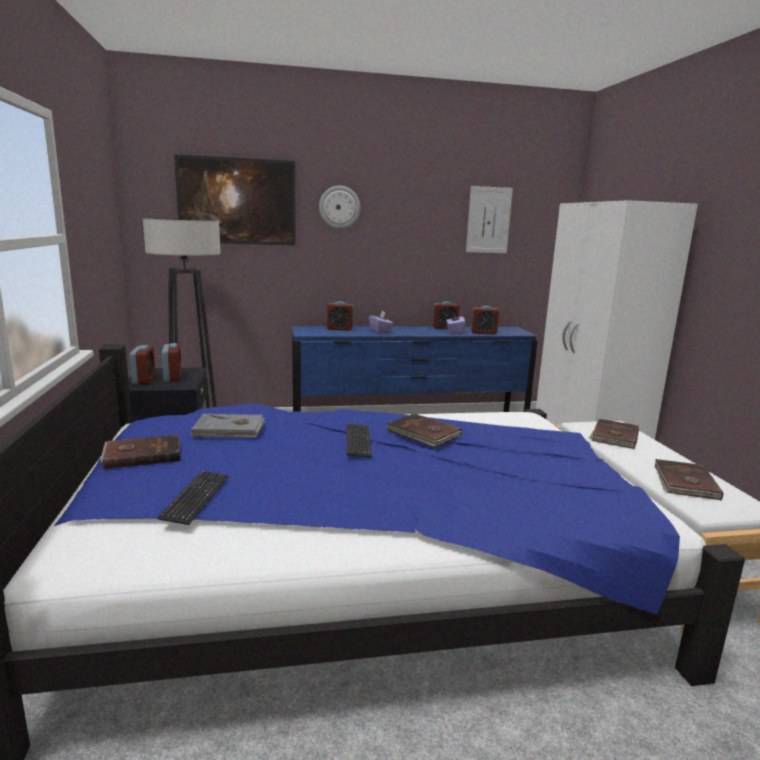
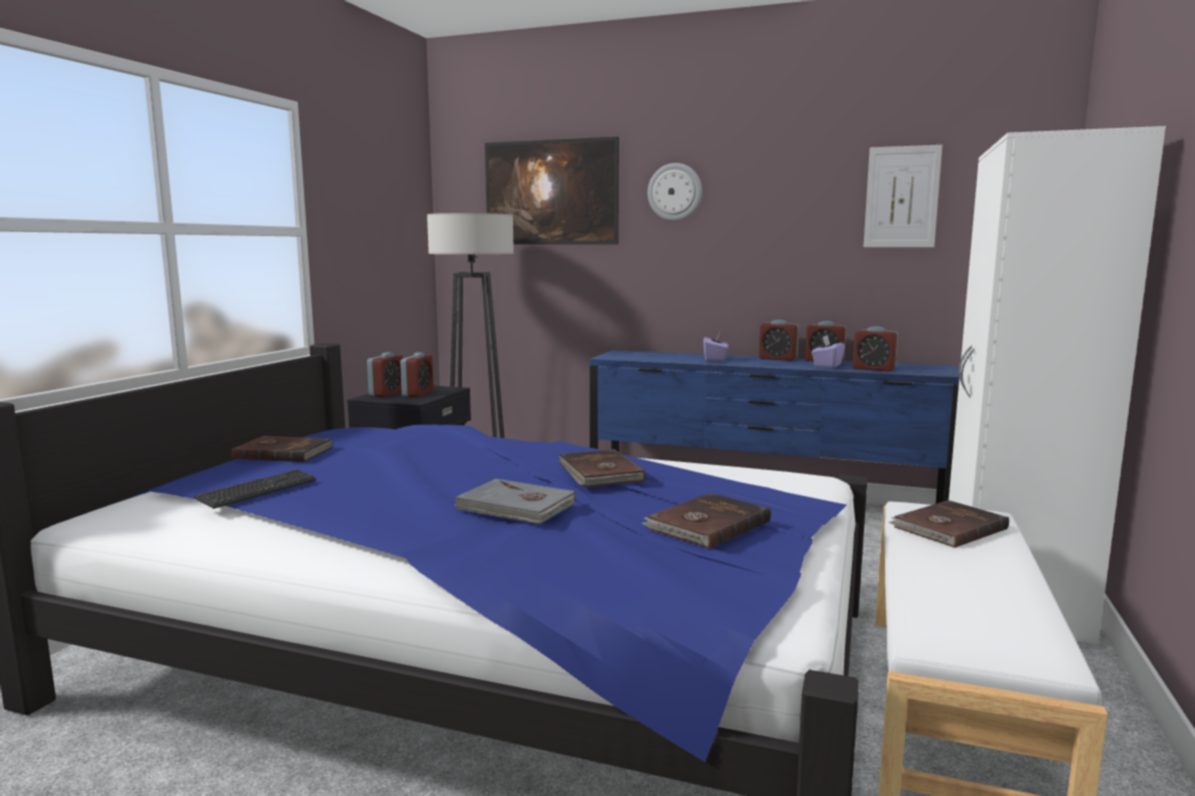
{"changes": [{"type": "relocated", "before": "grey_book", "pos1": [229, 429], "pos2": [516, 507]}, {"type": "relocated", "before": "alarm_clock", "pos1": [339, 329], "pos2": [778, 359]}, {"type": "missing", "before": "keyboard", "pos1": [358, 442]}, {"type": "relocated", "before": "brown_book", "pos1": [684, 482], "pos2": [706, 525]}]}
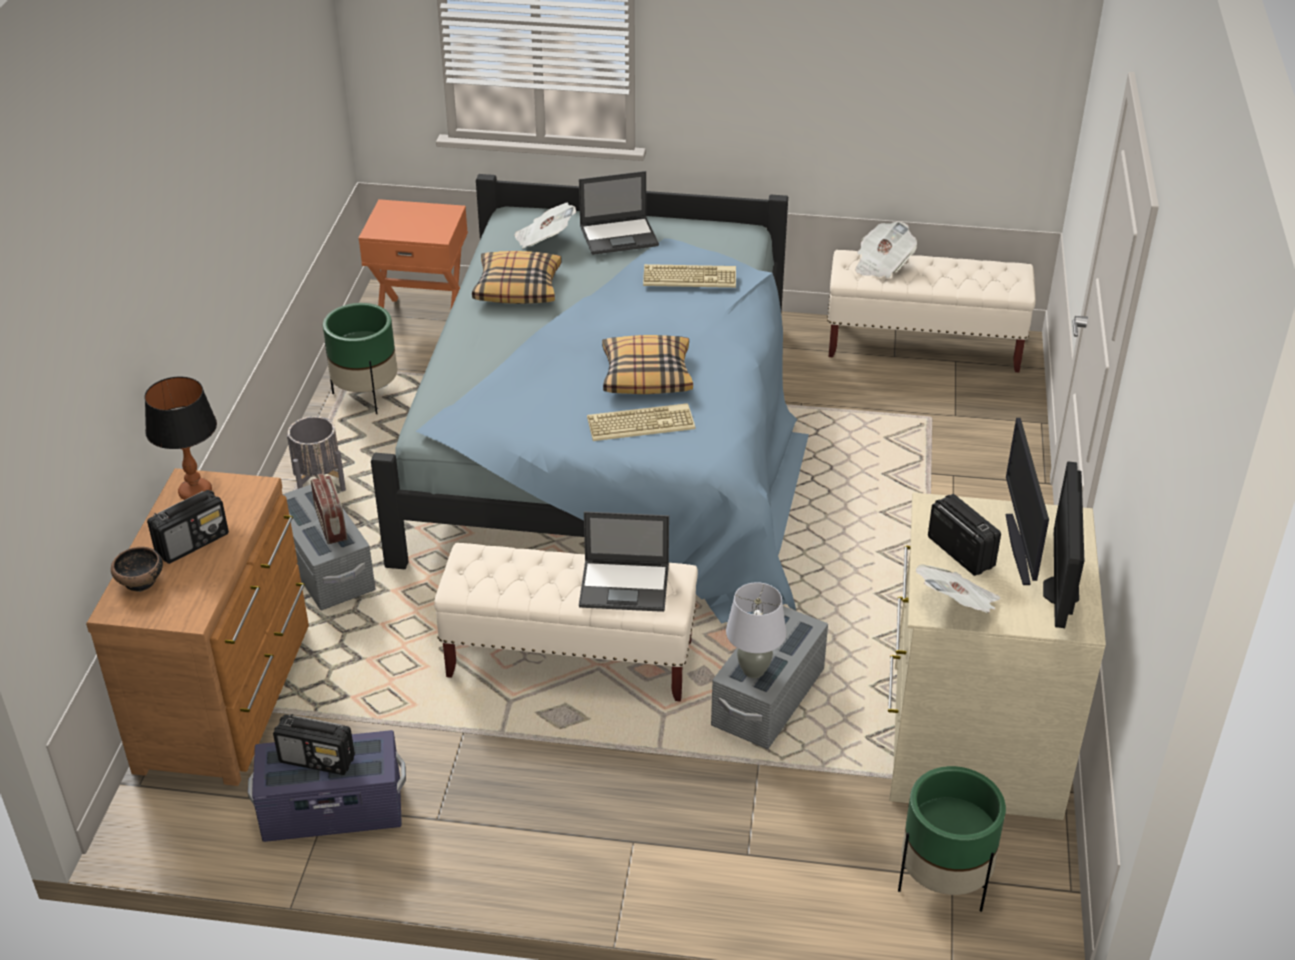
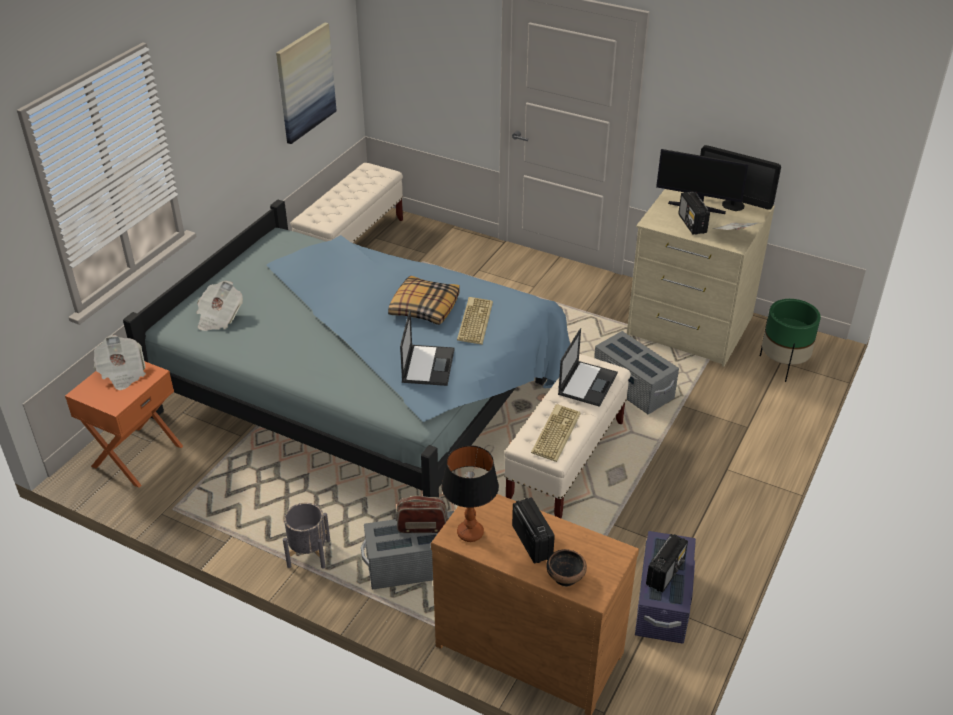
{"changes": [{"type": "missing", "before": "green_planter", "pos1": [366, 396]}, {"type": "missing", "before": "pillow", "pos1": [518, 287]}, {"type": "relocated", "before": "laptop", "pos1": [620, 236], "pos2": [428, 365]}, {"type": "relocated", "before": "keyboard", "pos1": [690, 277], "pos2": [555, 432]}, {"type": "missing", "before": "grey_table_lamp", "pos1": [754, 671]}, {"type": "relocated", "before": "newspaper", "pos1": [882, 264], "pos2": [122, 373]}, {"type": "spun", "before": "radio", "pos1": [960, 551], "pos2": [692, 224], "turn": -90}, {"type": "appeared", "after": "picture", "pos2": [305, 82]}]}
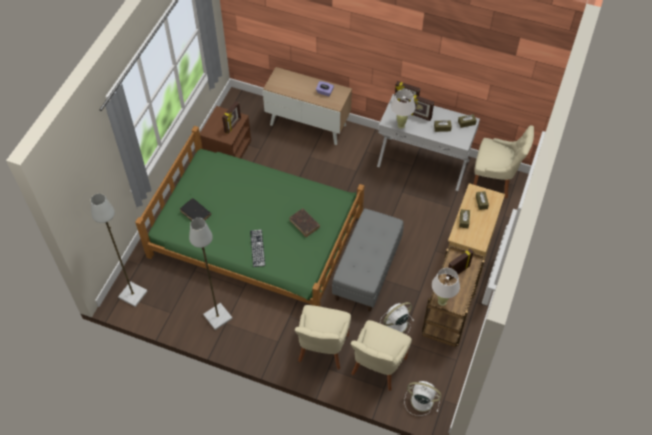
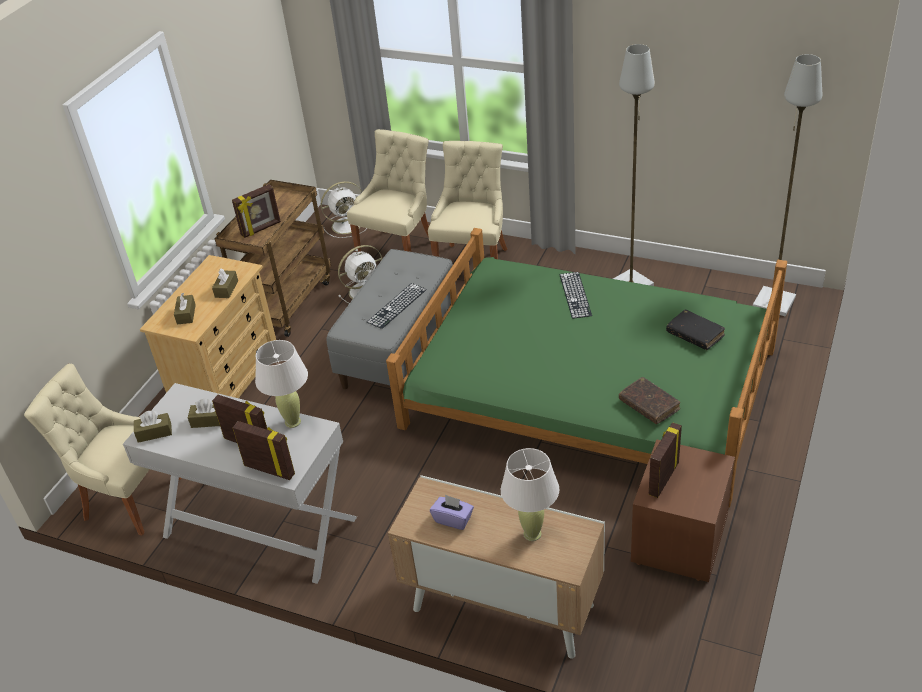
{"changes": [{"type": "relocated", "before": "brown_book", "pos1": [304, 224], "pos2": [649, 405]}, {"type": "spun", "before": "white_fan", "pos1": [421, 400], "pos2": [347, 225], "turn": -45}, {"type": "relocated", "before": "white_table_lamp", "pos1": [442, 302], "pos2": [532, 533]}, {"type": "appeared", "after": "keyboard", "pos2": [397, 306]}]}
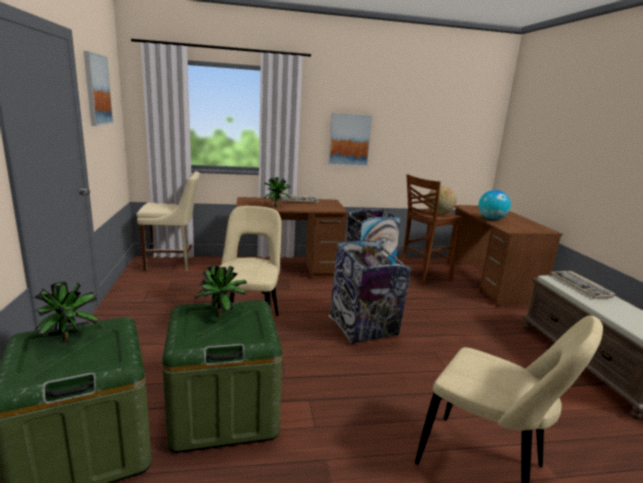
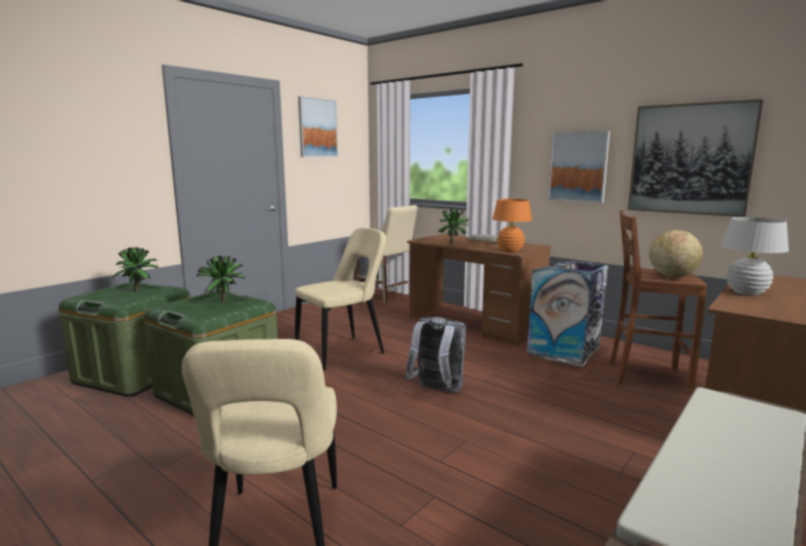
{"changes": [{"type": "exchanged", "before": "trash_can", "after": "grey_backpack", "pos1": [363, 328], "pos2": [437, 391]}, {"type": "exchanged", "before": "globe", "after": "white_table_lamp", "pos1": [491, 219], "pos2": [746, 293]}, {"type": "missing", "before": "keyboard", "pos1": [581, 286]}, {"type": "appeared", "after": "orange_table_lamp", "pos2": [510, 251]}, {"type": "appeared", "after": "picture", "pos2": [690, 159]}]}
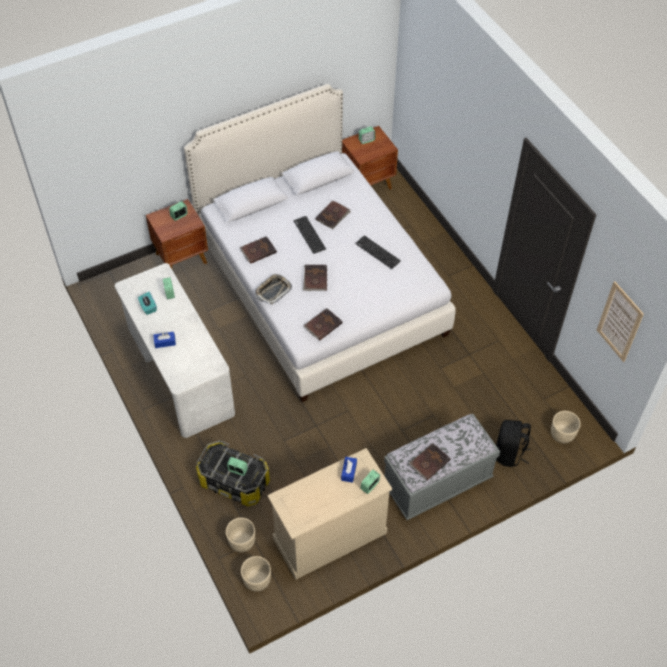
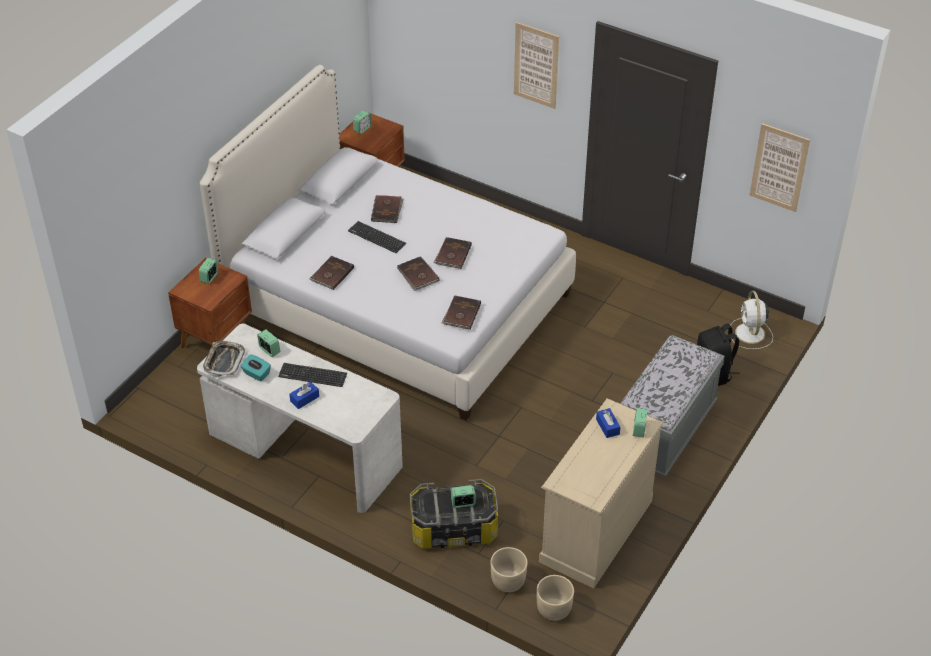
{"changes": [{"type": "relocated", "before": "tray", "pos1": [273, 291], "pos2": [224, 361]}, {"type": "relocated", "before": "keyboard", "pos1": [377, 252], "pos2": [312, 375]}, {"type": "relocated", "before": "brown_book", "pos1": [429, 462], "pos2": [452, 254]}, {"type": "exchanged", "before": "beige_planter", "after": "white_fan", "pos1": [562, 434], "pos2": [750, 334]}, {"type": "appeared", "after": "picture", "pos2": [536, 65]}]}
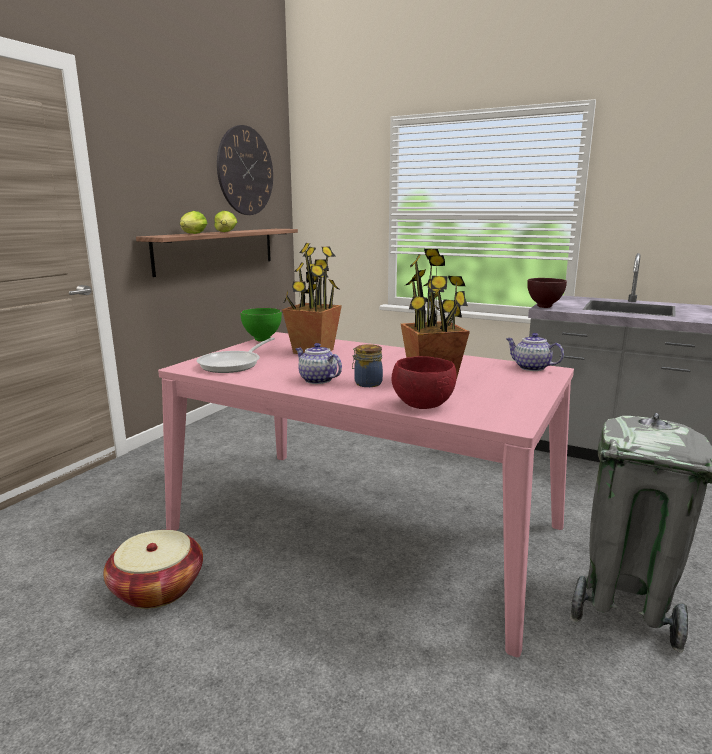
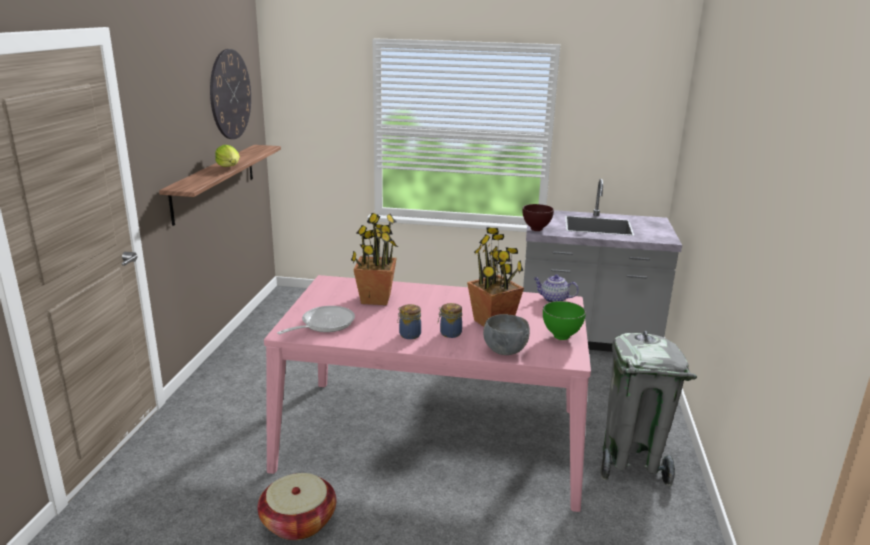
{"changes": [{"type": "missing", "before": "lettuce", "pos1": [193, 234]}, {"type": "spun", "before": "frying_pan", "pos1": [234, 364], "pos2": [324, 324], "turn": -150}, {"type": "relocated", "before": "green_bowl", "pos1": [262, 340], "pos2": [560, 336]}, {"type": "exchanged", "before": "teapot", "after": "jar", "pos1": [317, 380], "pos2": [409, 334]}, {"type": "colour", "before": "red_bowl", "after": "grey_bowl", "pos1": [422, 405], "pos2": [504, 351]}]}
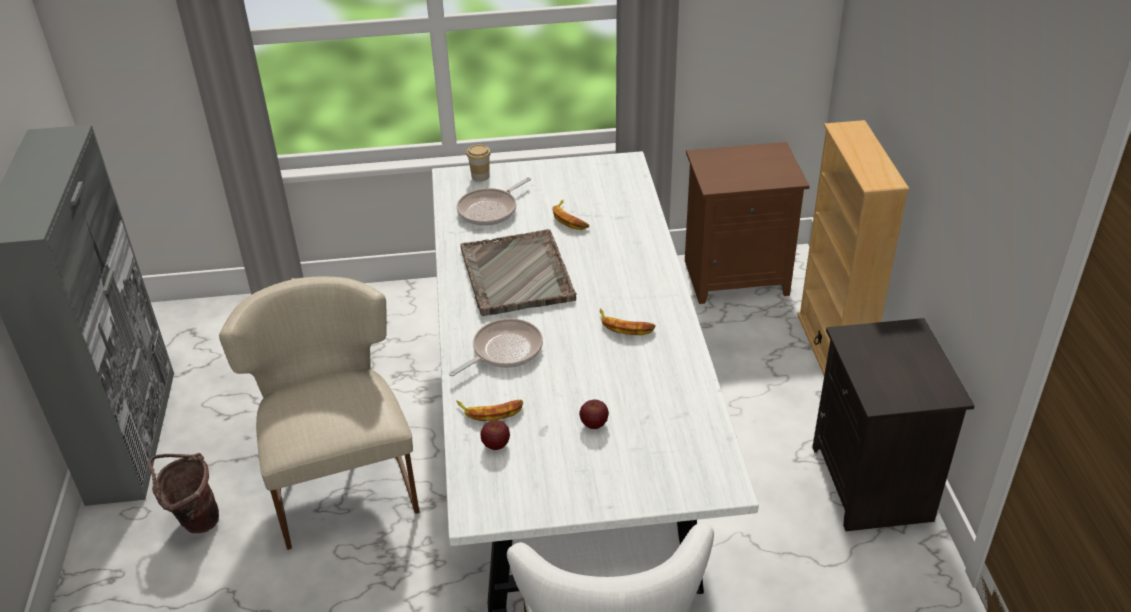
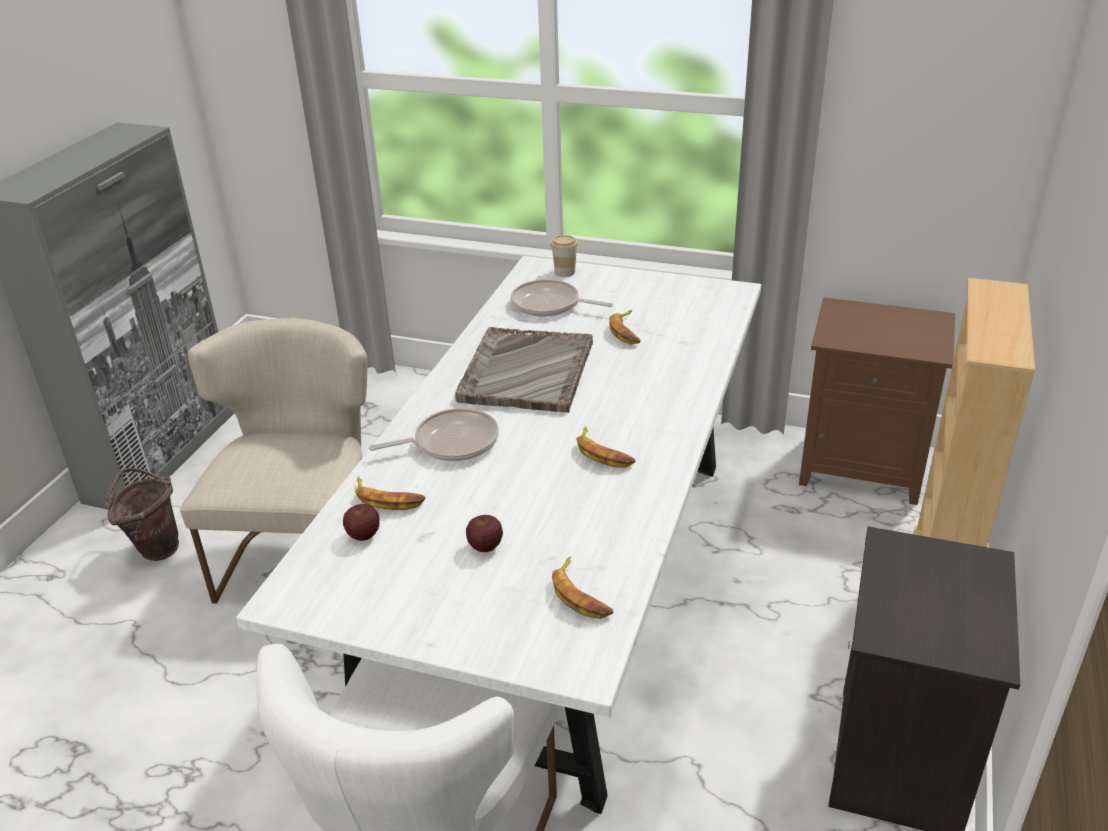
{"changes": [{"type": "spun", "before": "frying_pan", "pos1": [490, 210], "pos2": [549, 305], "turn": 45}, {"type": "appeared", "after": "banana", "pos2": [581, 595]}]}
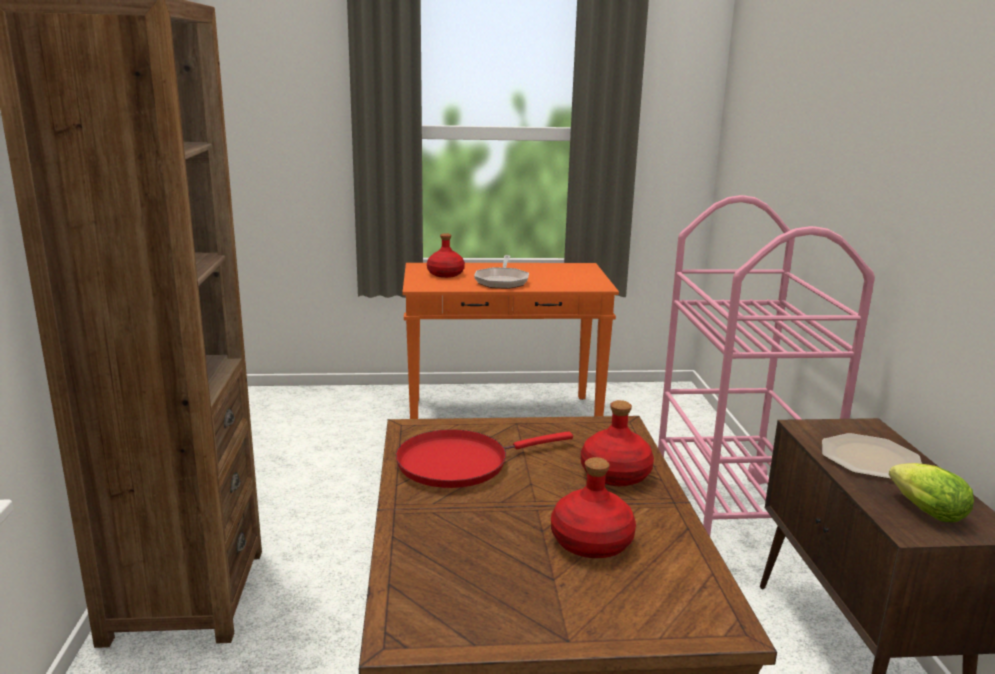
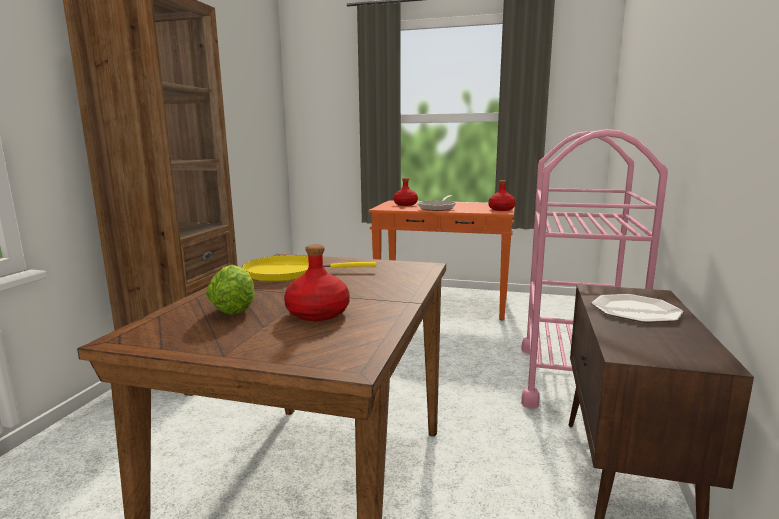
{"changes": [{"type": "colour", "before": "red_frying_pan", "after": "yellow_frying_pan", "pos1": [459, 463], "pos2": [288, 273]}, {"type": "relocated", "before": "red_bottle", "pos1": [615, 474], "pos2": [501, 209]}, {"type": "relocated", "before": "lettuce", "pos1": [922, 510], "pos2": [235, 307]}]}
